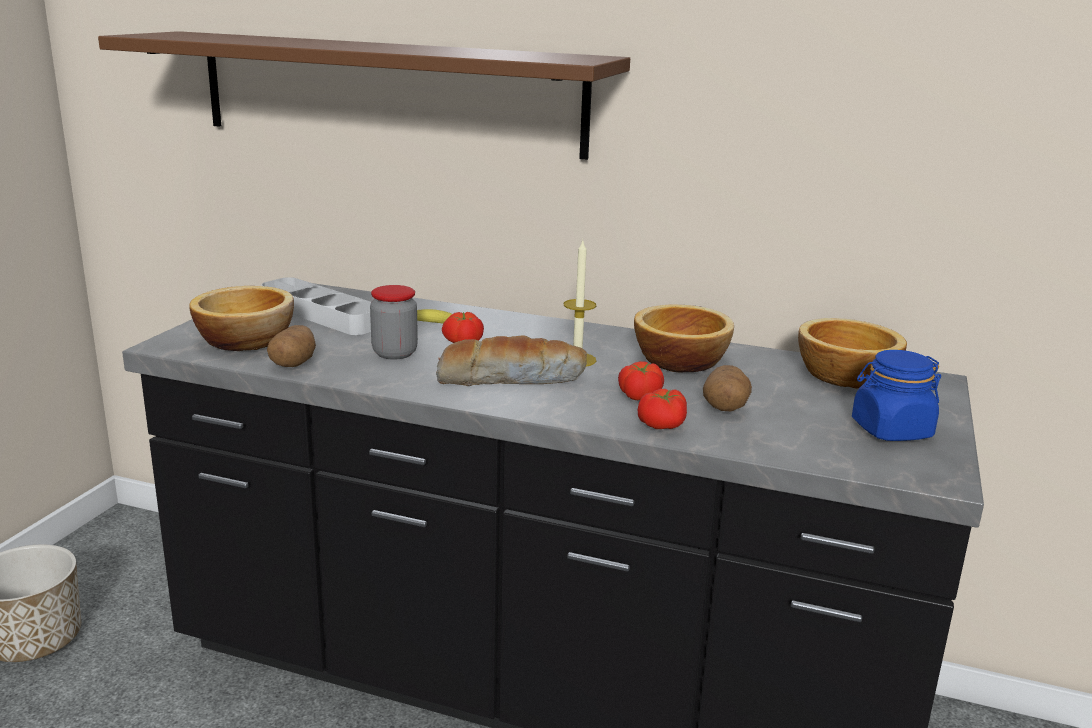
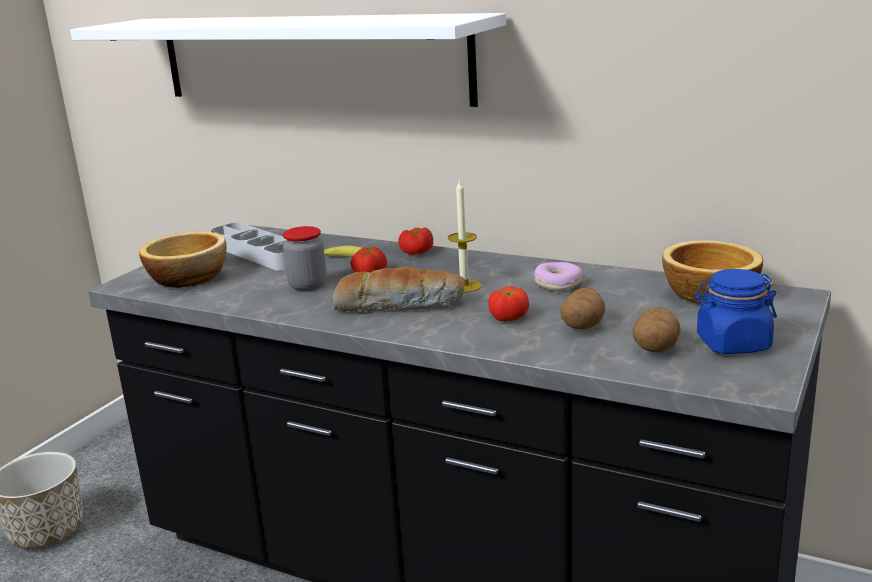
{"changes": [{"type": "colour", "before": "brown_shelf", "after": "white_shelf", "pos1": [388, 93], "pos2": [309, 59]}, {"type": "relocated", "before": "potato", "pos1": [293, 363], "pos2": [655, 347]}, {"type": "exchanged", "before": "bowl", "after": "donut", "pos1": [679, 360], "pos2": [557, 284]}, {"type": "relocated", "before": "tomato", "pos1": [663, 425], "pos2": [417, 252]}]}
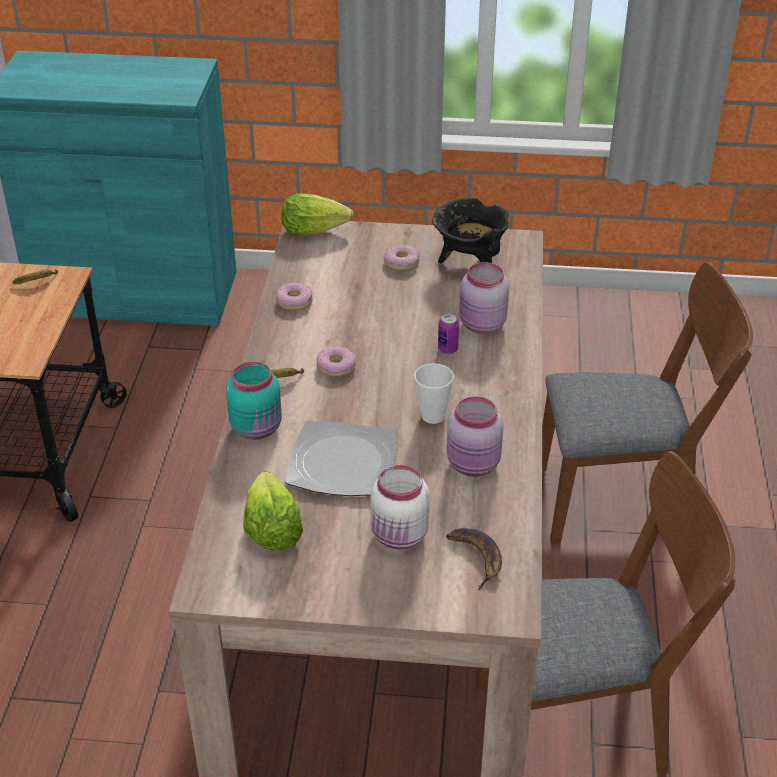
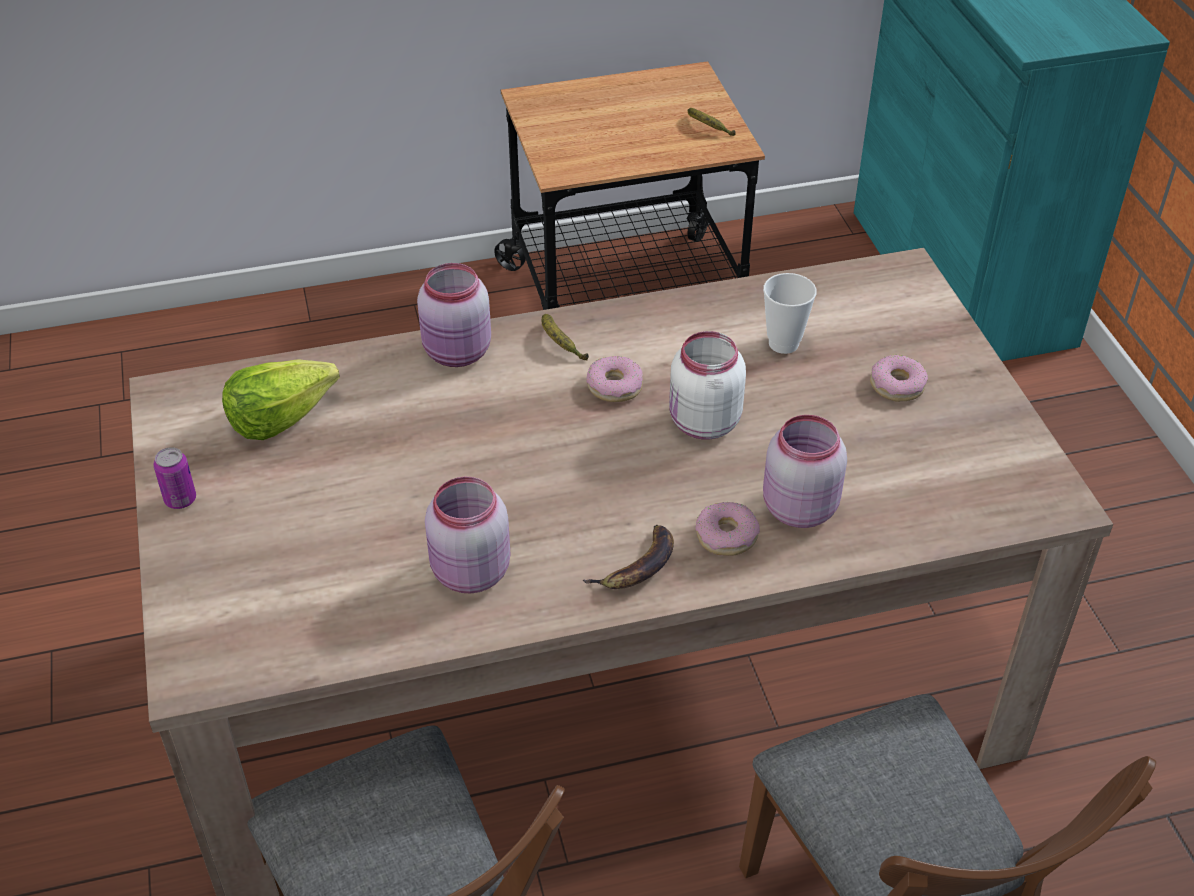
{"changes": [{"type": "colour", "before": "turquoise_jar", "after": "pink_jar", "pos1": [258, 428], "pos2": [457, 353]}, {"type": "relocated", "before": "donut", "pos1": [294, 301], "pos2": [726, 536]}, {"type": "missing", "before": "lettuce", "pos1": [314, 229]}, {"type": "missing", "before": "plate", "pos1": [341, 462]}, {"type": "relocated", "before": "white_jar", "pos1": [400, 536], "pos2": [702, 423]}, {"type": "relocated", "before": "cup", "pos1": [432, 416], "pos2": [783, 343]}, {"type": "missing", "before": "black_cooking_pot", "pos1": [470, 263]}, {"type": "relocated", "before": "can", "pos1": [447, 349], "pos2": [180, 499]}, {"type": "relocated", "before": "banana", "pos1": [476, 558], "pos2": [638, 567]}]}
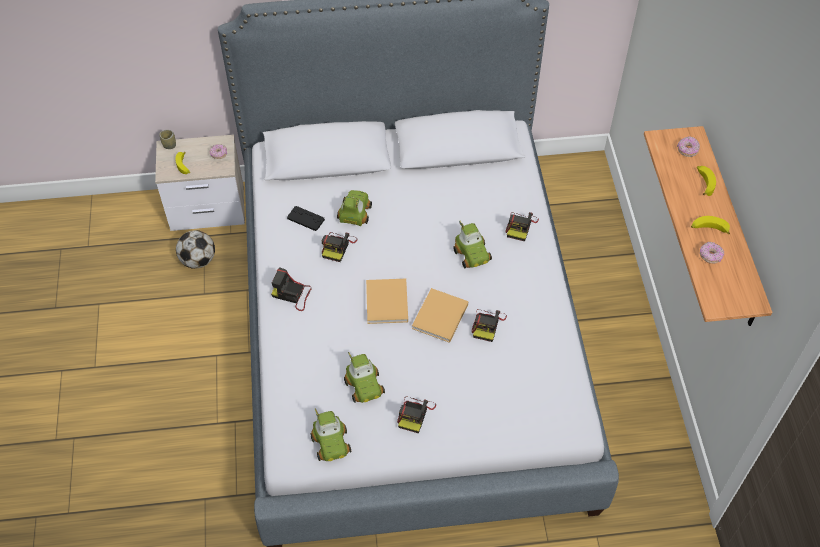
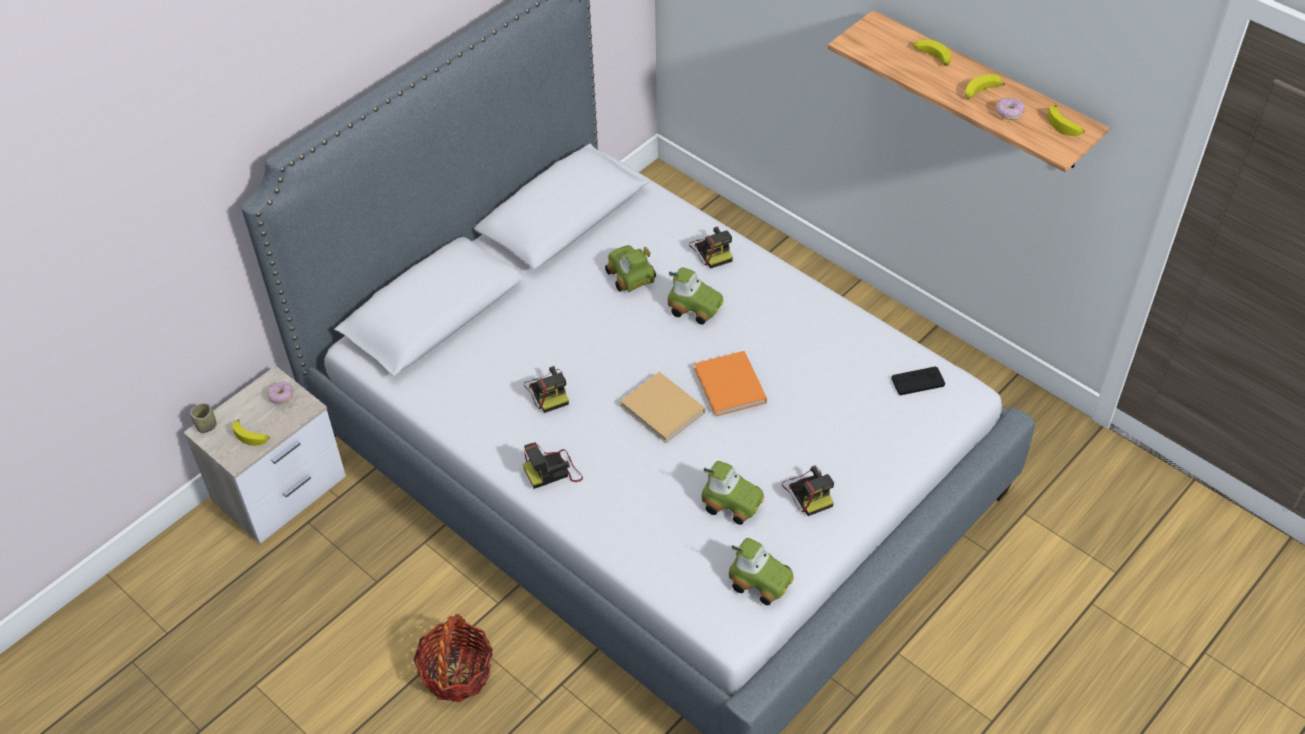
{"changes": [{"type": "missing", "before": "football", "pos1": [198, 260]}, {"type": "relocated", "before": "black_game_controller", "pos1": [305, 219], "pos2": [918, 381]}, {"type": "relocated", "before": "toy_car", "pos1": [354, 213], "pos2": [629, 277]}, {"type": "colour", "before": "beige_book", "after": "orange_book", "pos1": [439, 318], "pos2": [730, 387]}, {"type": "missing", "before": "photo_camera", "pos1": [487, 325]}, {"type": "missing", "before": "donut", "pos1": [687, 150]}, {"type": "appeared", "after": "basket", "pos2": [457, 672]}, {"type": "appeared", "after": "banana", "pos2": [1064, 126]}]}
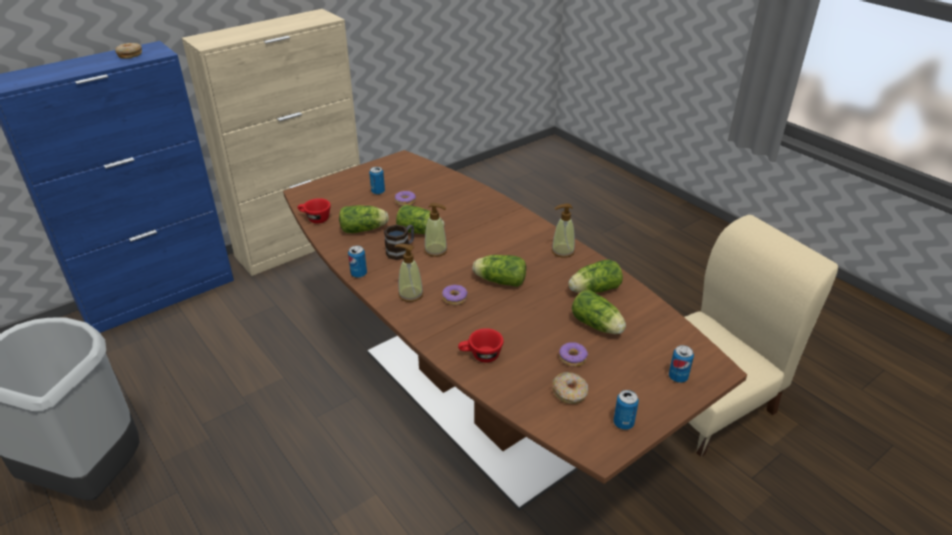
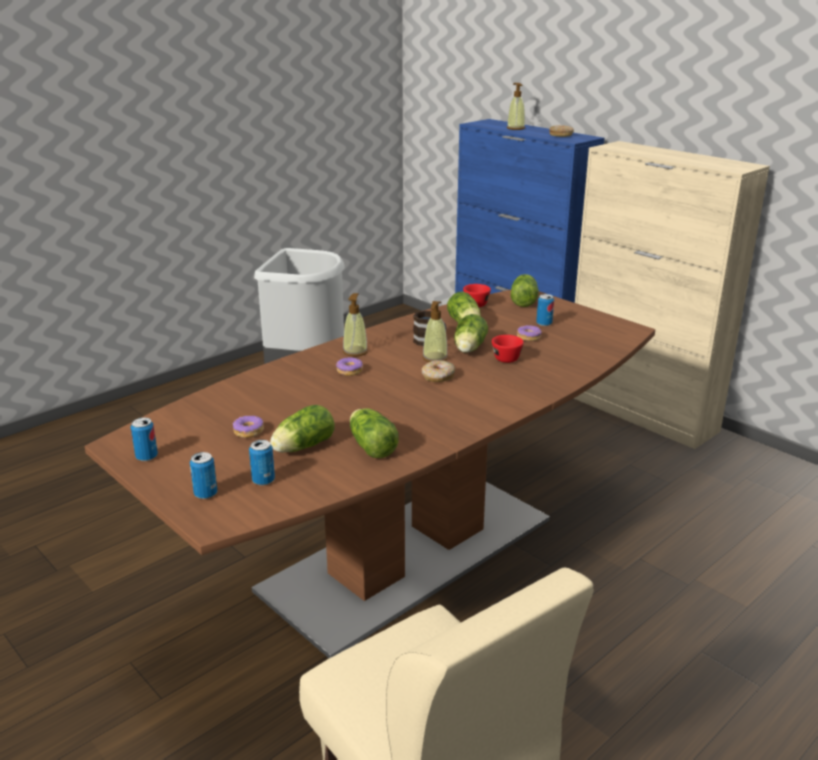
{"changes": [{"type": "relocated", "before": "can", "pos1": [359, 274], "pos2": [263, 480]}, {"type": "relocated", "before": "red_cup", "pos1": [480, 356], "pos2": [505, 357]}, {"type": "relocated", "before": "lettuce", "pos1": [498, 280], "pos2": [524, 300]}, {"type": "relocated", "before": "soap_dispenser", "pos1": [562, 251], "pos2": [515, 128]}, {"type": "relocated", "before": "donut", "pos1": [570, 393], "pos2": [438, 377]}]}
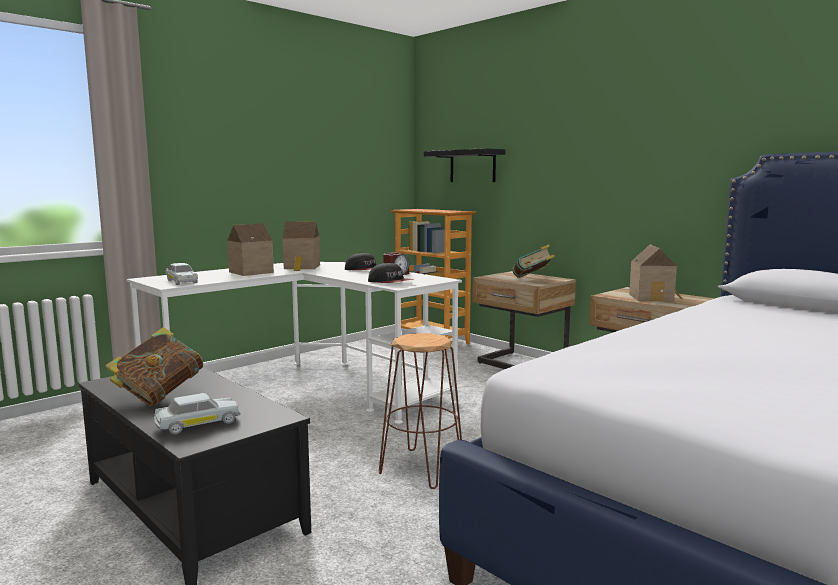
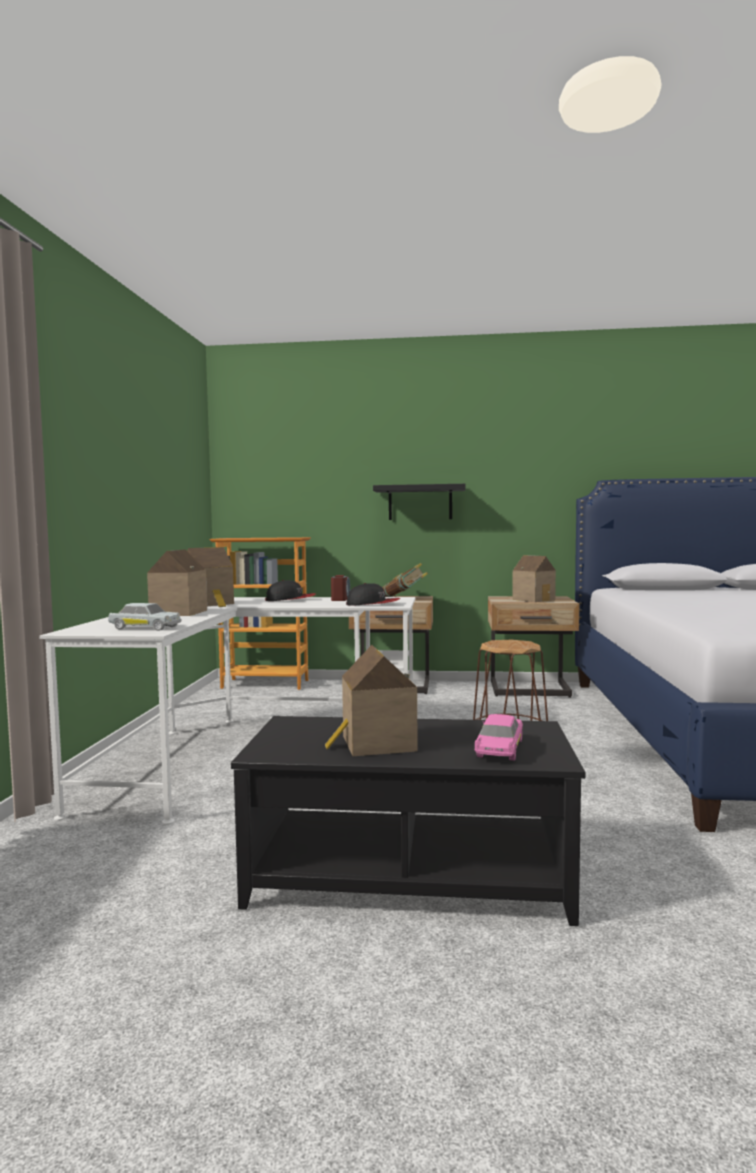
{"changes": [{"type": "exchanged", "before": "book", "after": "toy_house", "pos1": [159, 395], "pos2": [374, 744]}, {"type": "colour", "before": "white_toy_car", "after": "pink_toy_car", "pos1": [198, 423], "pos2": [500, 749]}, {"type": "relocated", "before": "black_shelf", "pos1": [472, 166], "pos2": [420, 502]}]}
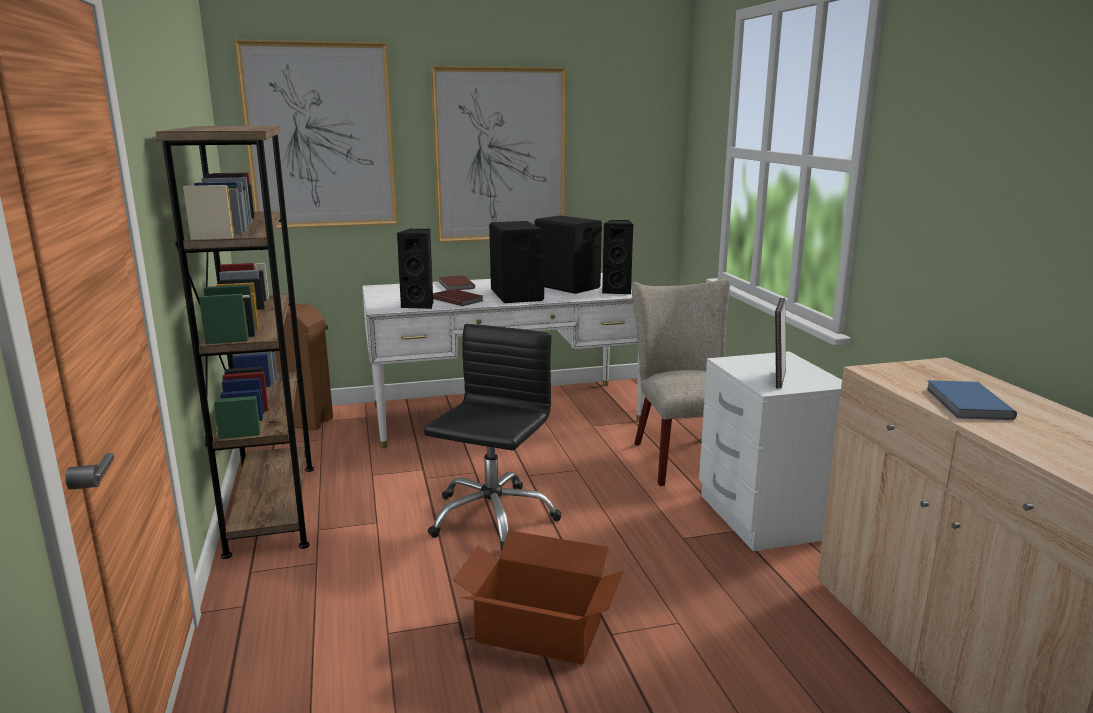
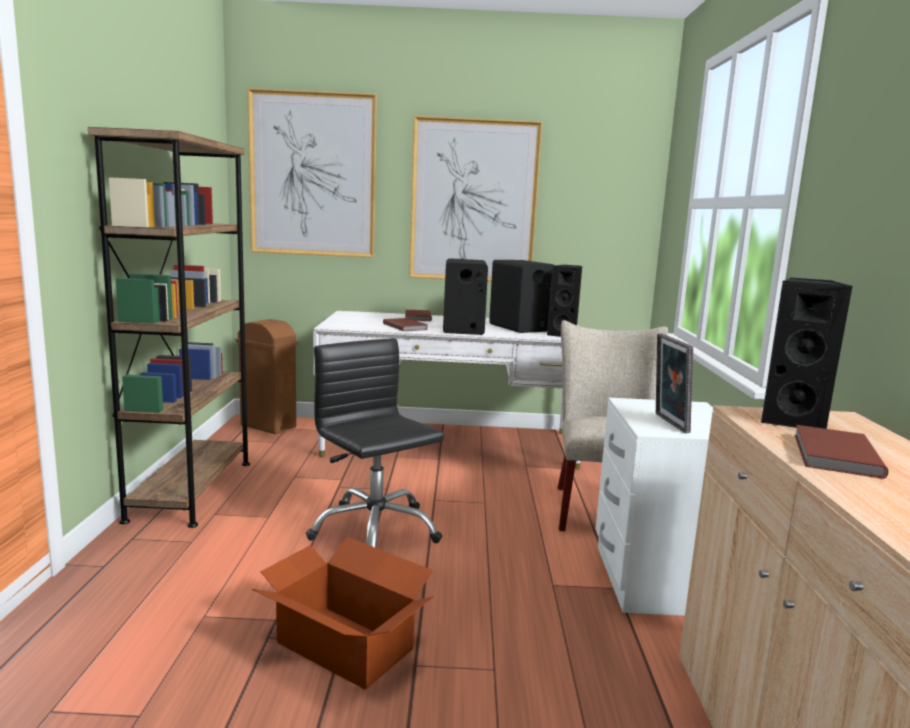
{"changes": [{"type": "relocated", "before": "black_speaker", "pos1": [420, 305], "pos2": [791, 420]}, {"type": "spun", "before": "black_office_chair", "pos1": [492, 517], "pos2": [374, 530], "turn": -75}, {"type": "spun", "before": "picture_frame", "pos1": [777, 379], "pos2": [668, 423], "turn": -45}, {"type": "colour", "before": "blue_book", "after": "brown_book", "pos1": [966, 404], "pos2": [833, 455]}]}
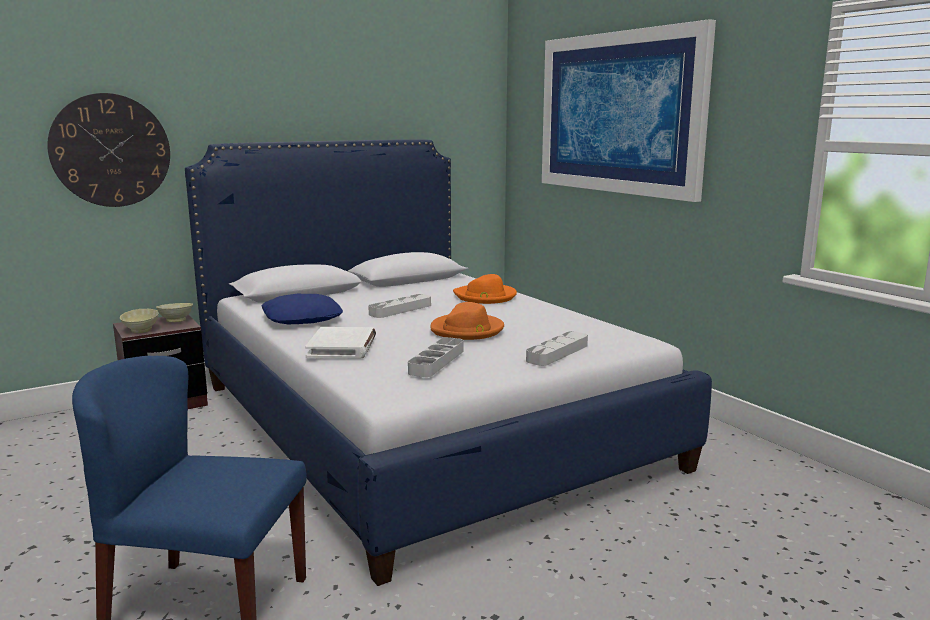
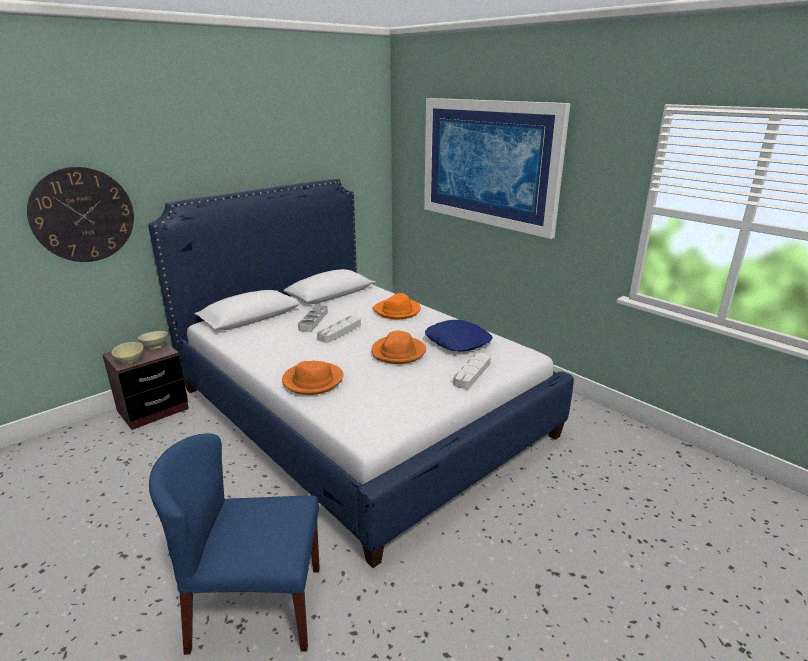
{"changes": [{"type": "relocated", "before": "blue_pillow", "pos1": [302, 318], "pos2": [458, 342]}, {"type": "exchanged", "before": "white_book", "after": "orange_hat", "pos1": [342, 347], "pos2": [312, 381]}, {"type": "relocated", "before": "grey_tray", "pos1": [436, 361], "pos2": [313, 320]}]}
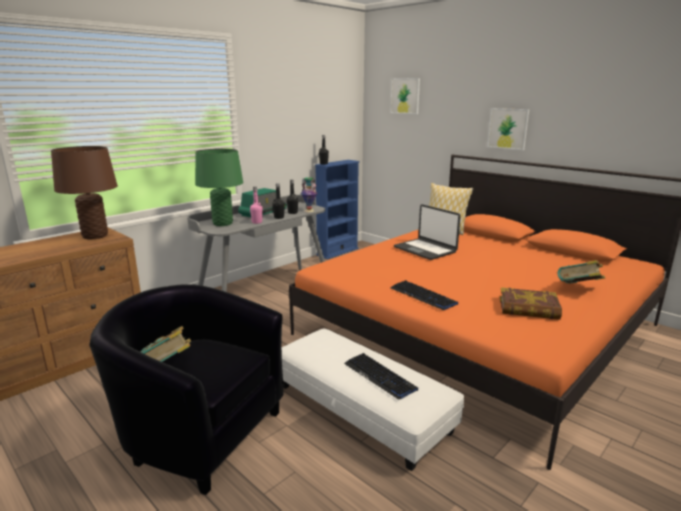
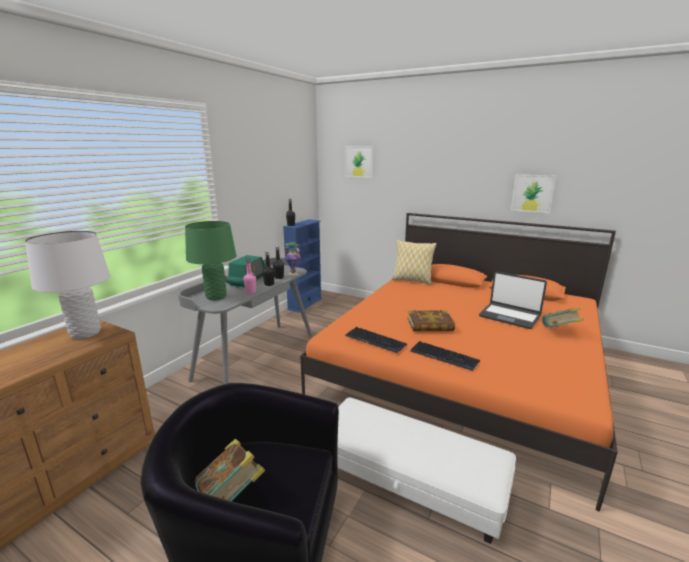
{"changes": [{"type": "colour", "before": "brown_table_lamp", "after": "white_table_lamp", "pos1": [95, 236], "pos2": [85, 333]}, {"type": "relocated", "before": "keyboard", "pos1": [380, 376], "pos2": [375, 340]}, {"type": "relocated", "before": "laptop", "pos1": [425, 250], "pos2": [509, 316]}, {"type": "relocated", "before": "picture", "pos1": [508, 128], "pos2": [532, 193]}, {"type": "relocated", "before": "book", "pos1": [528, 308], "pos2": [430, 325]}]}
